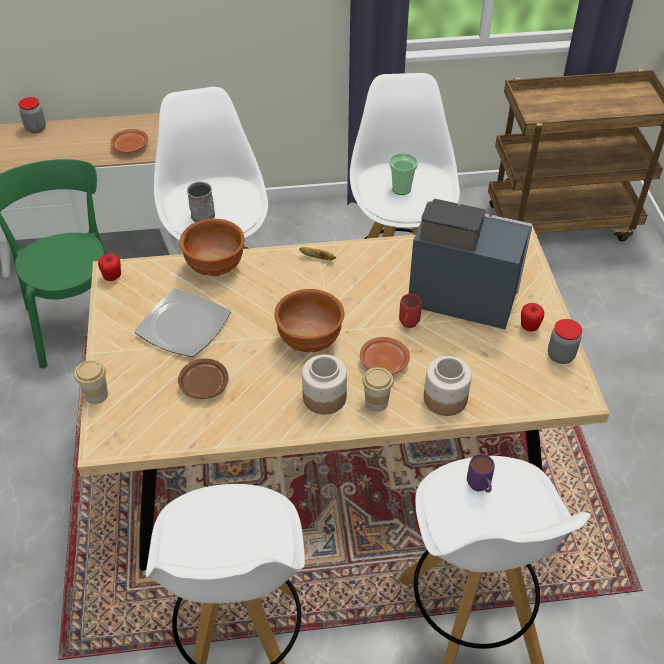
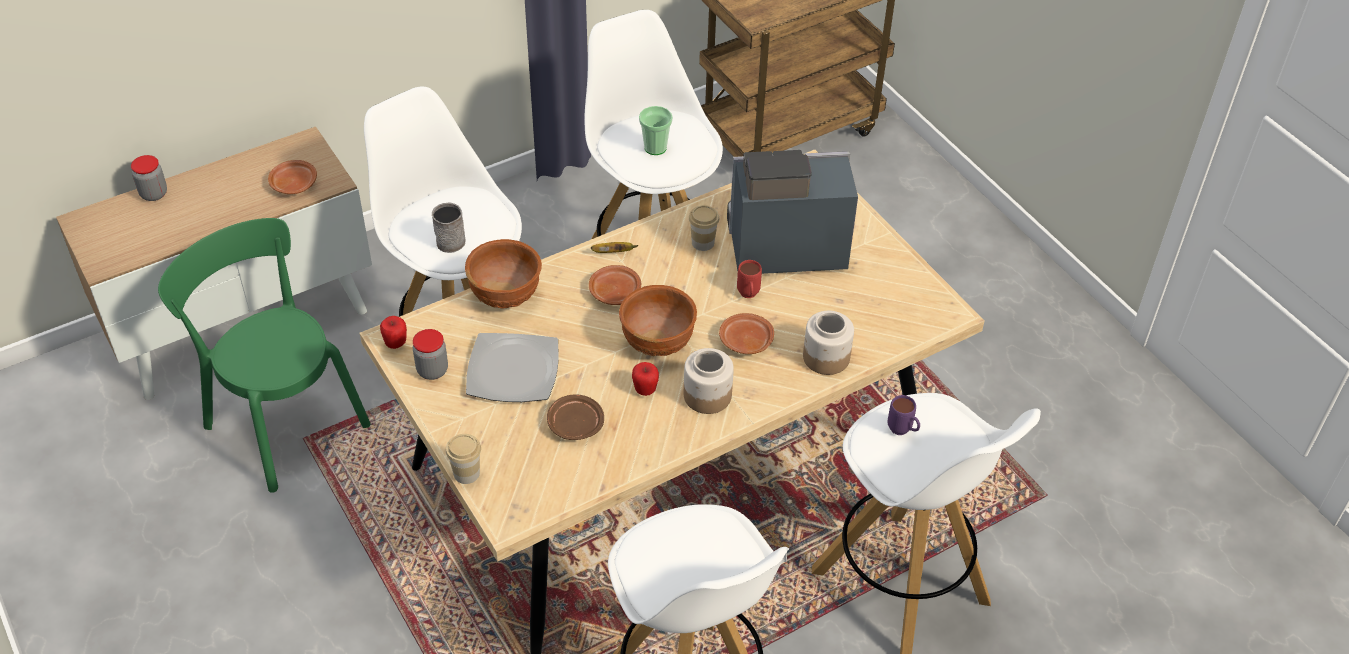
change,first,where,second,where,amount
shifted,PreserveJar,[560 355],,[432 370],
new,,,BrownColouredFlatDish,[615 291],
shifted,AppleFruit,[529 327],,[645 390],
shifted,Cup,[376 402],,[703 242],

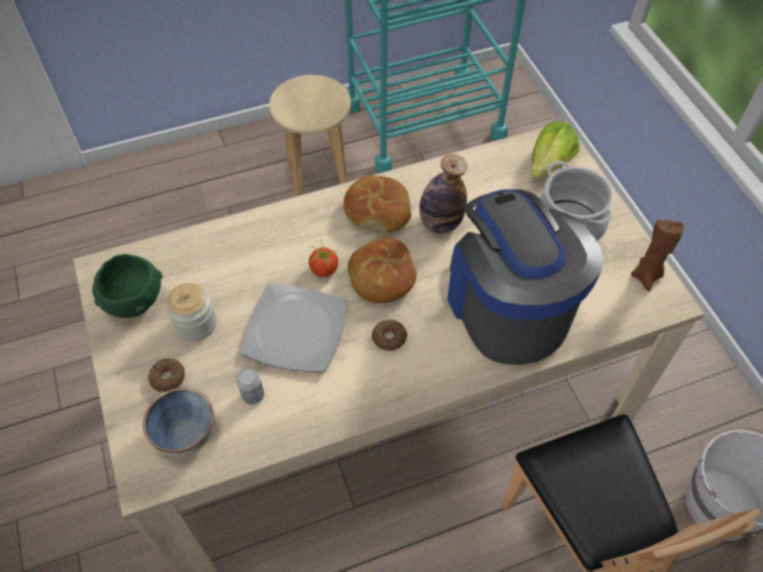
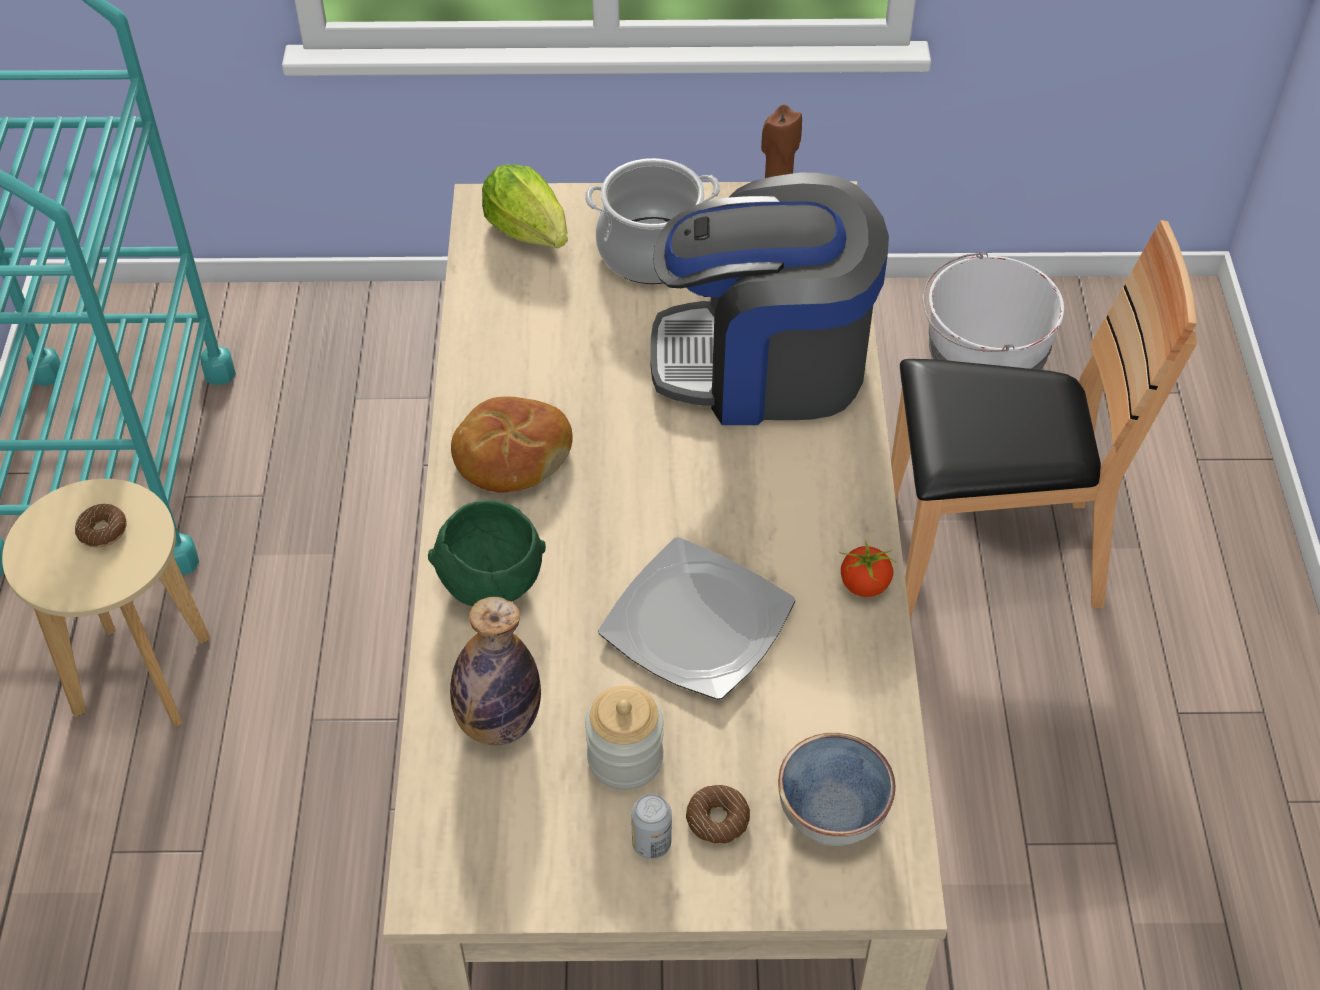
change,first,where,second,where,amount
shifted,RingDoughnut,[389 338],,[103 531],
shifted,GreenDeepDish,[134 302],,[492 584],
shifted,BeverageBottle,[440 223],,[498 722],
shifted,Can,[253 395],,[651 843],
shifted,Tomato,[324 269],,[864 585],
gone,BakeryBread,[381 277],,,

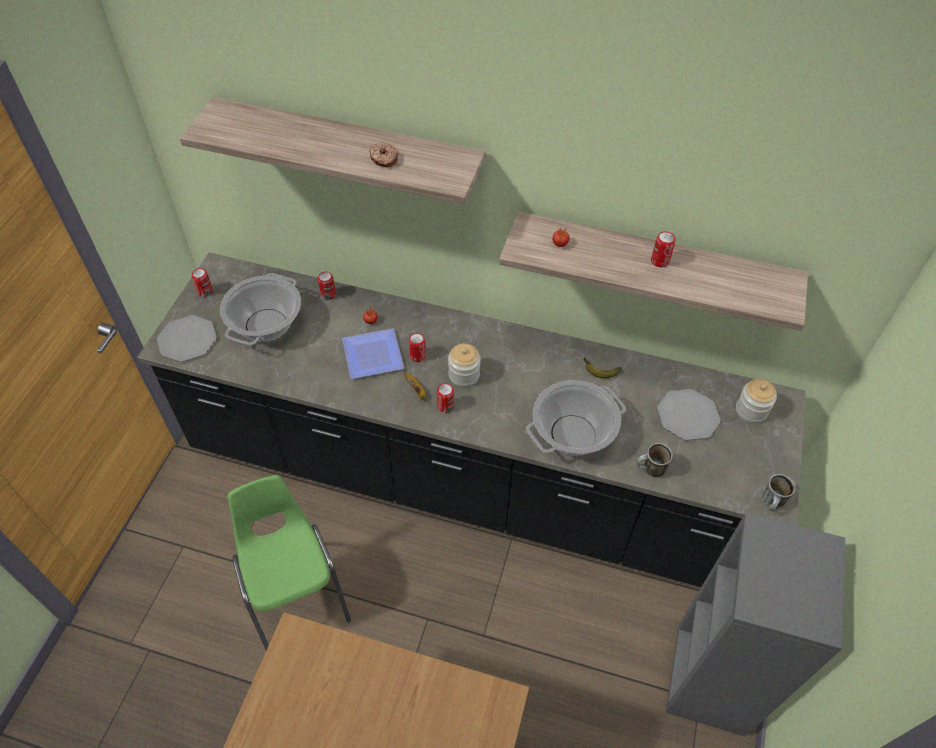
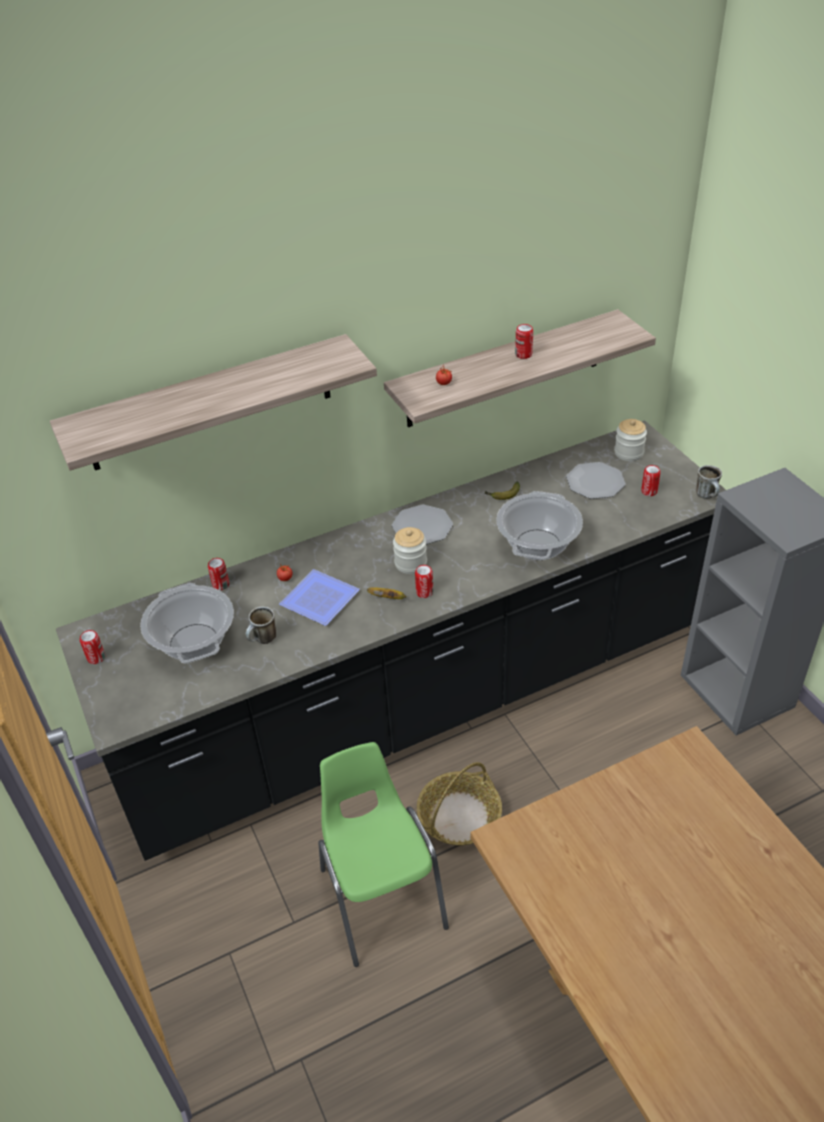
change,first,where,second,where,amount
shifted,Mug,[650 471],,[263 640],
rotated,GreenChair,[296 594],,[381 897],45 degrees clockwise
shifted,FlatDish,[187 339],,[422 526],
new,,,HouseholdBasket,[459 816],
shifted,Can,[417 356],,[649 491],
gone,RingDoughnut,[383 159],,,

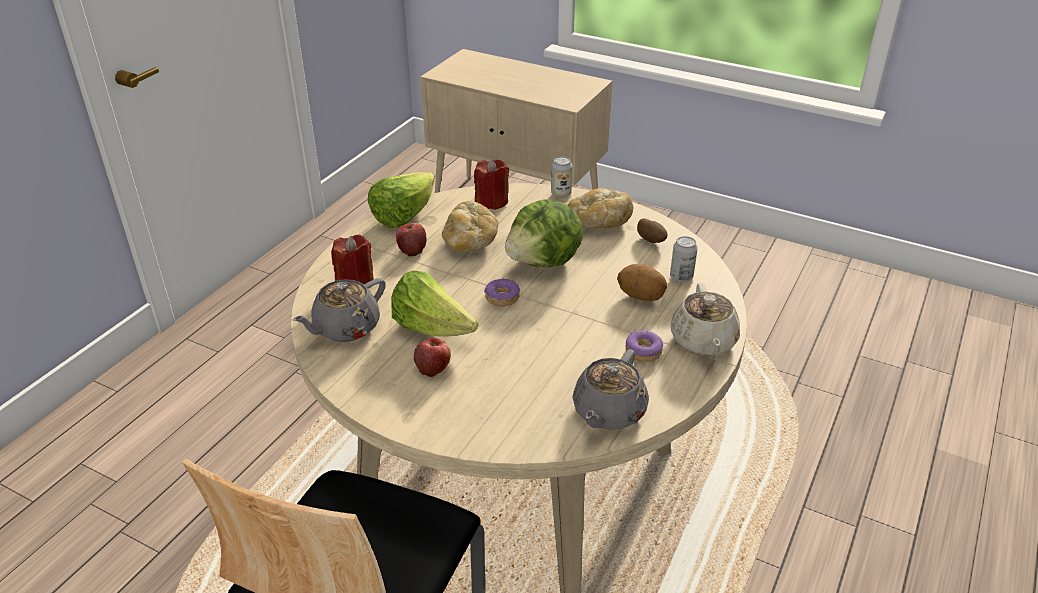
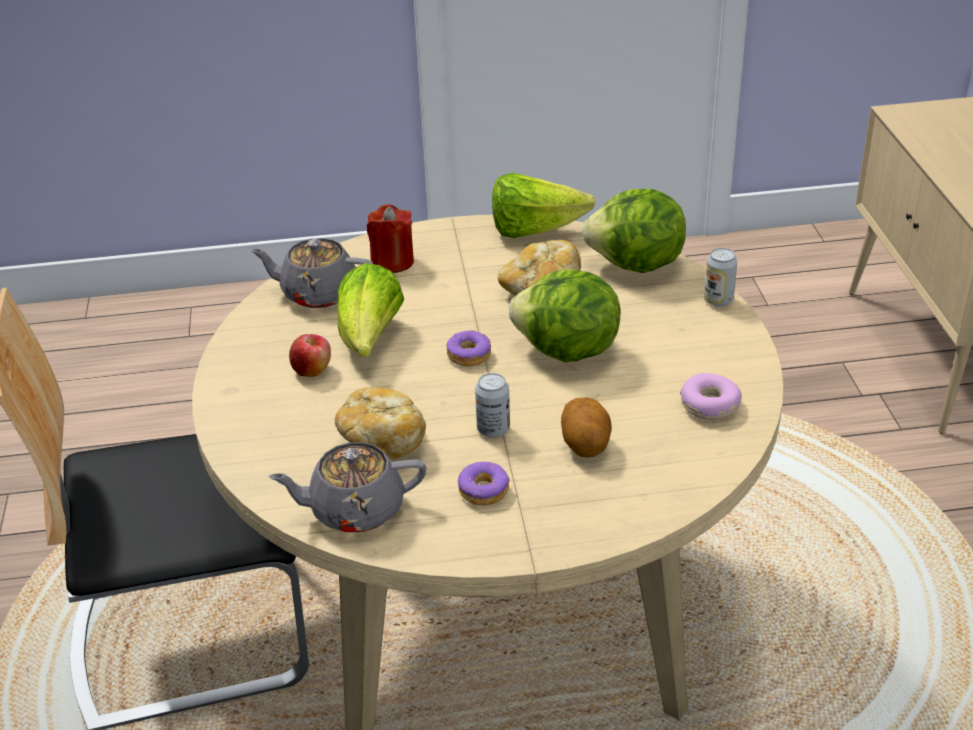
change,first,where,second,where,amount
shifted,BakeryBread,[598 223],,[382 439],
shifted,Can,[681 277],,[493 429],
swapped,RedCandle,[492 201],LettuceHead,[636 265],
swapped,WholePotato,[651 241],RingDoughnut,[709 405],
gone,AppleFruit,[412 249],,,
gone,BeigeColouredTeapot,[703 341],,,

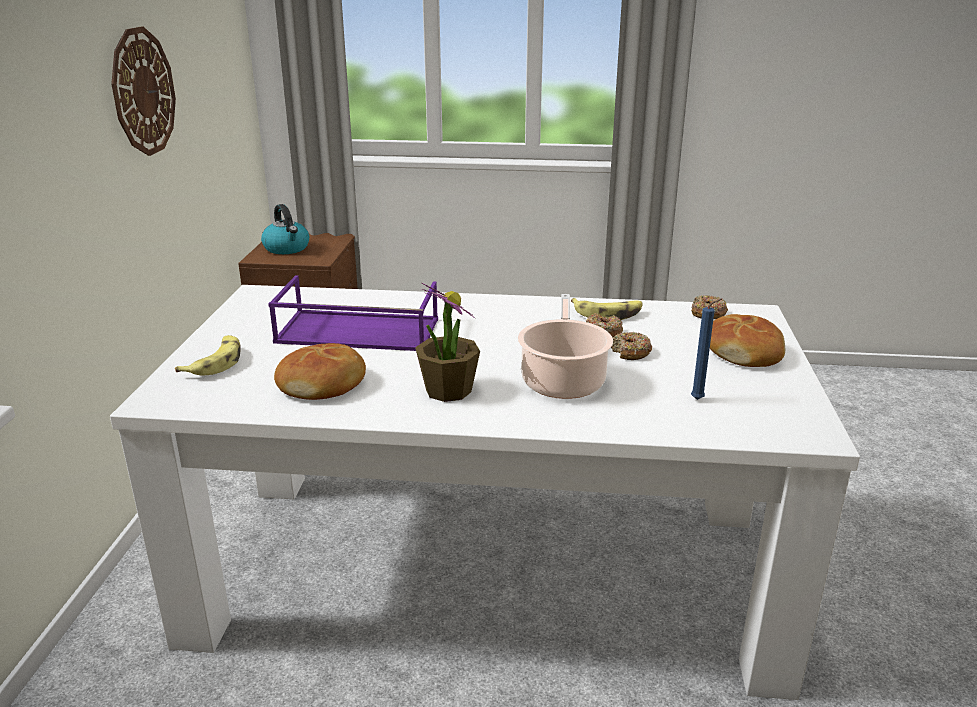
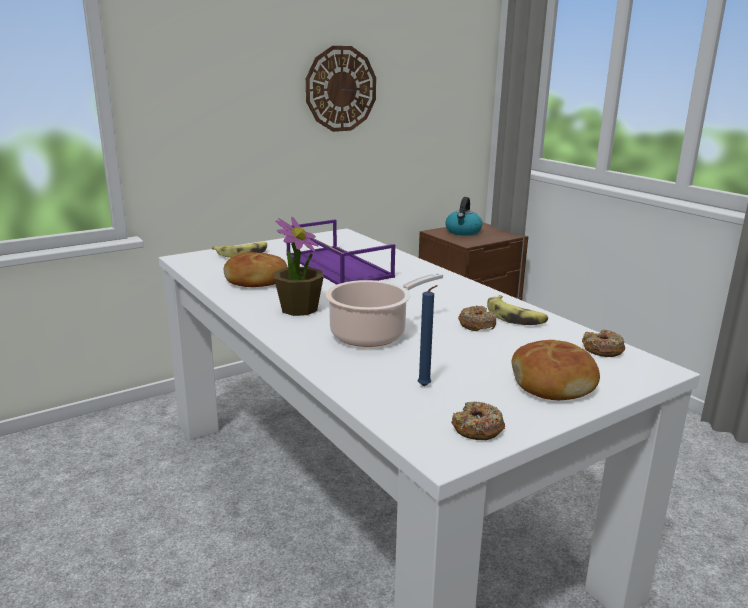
change,first,where,second,where,amount
shifted,RingDoughnut,[630 352],,[477 429],

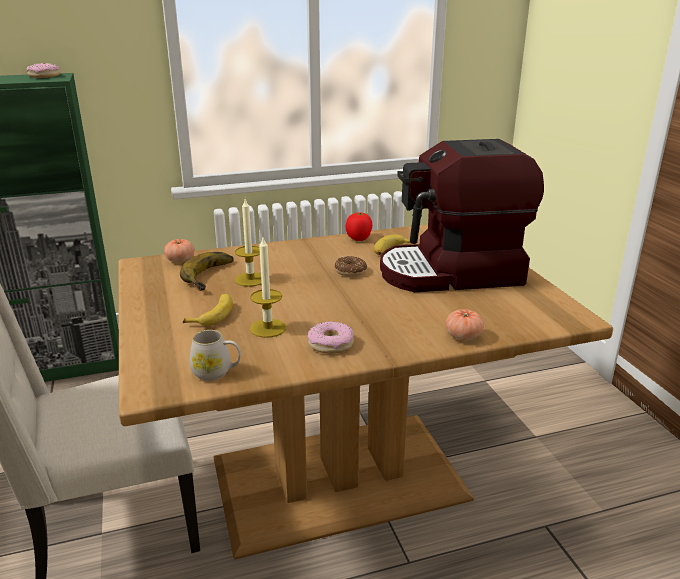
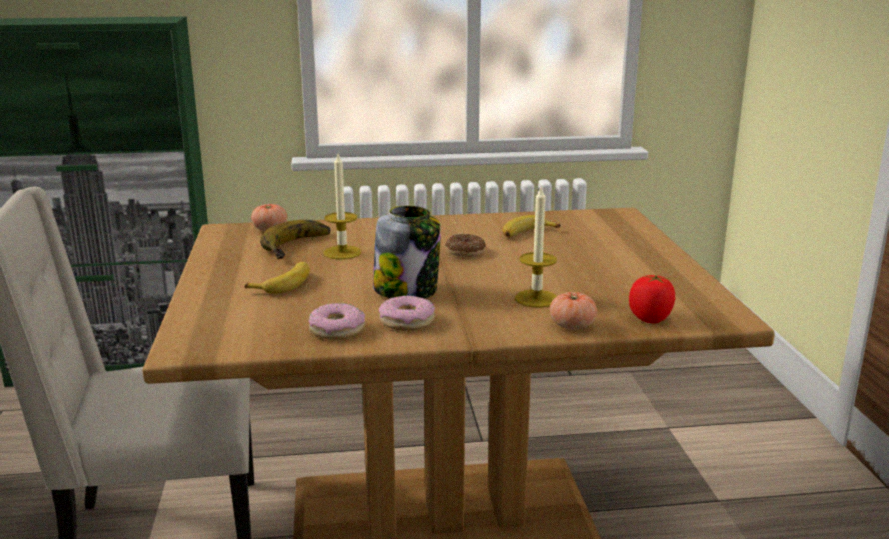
change,first,where,second,where,amount
shifted,RingDoughnut,[44 76],,[337 330],
new,,,PreserveJar,[407 290],
shifted,Candle,[268 328],,[536 298],
shifted,Tomato,[358 239],,[650 319],
gone,WhiteMug,[216 372],,,
gone,CoffeeBrewer,[452 273],,,

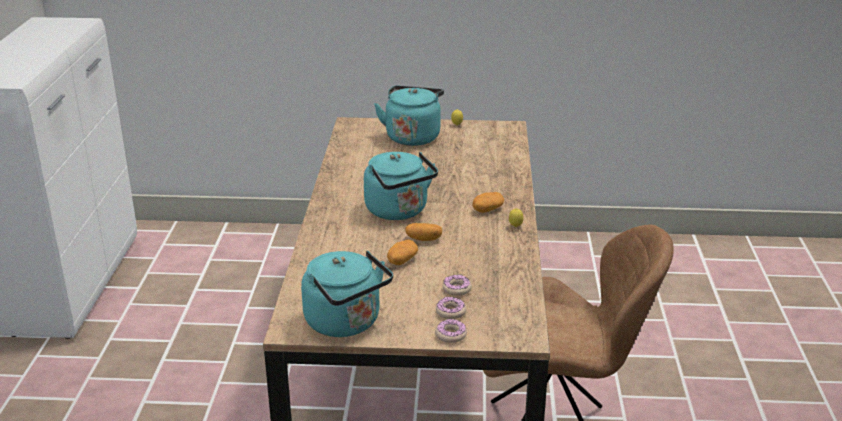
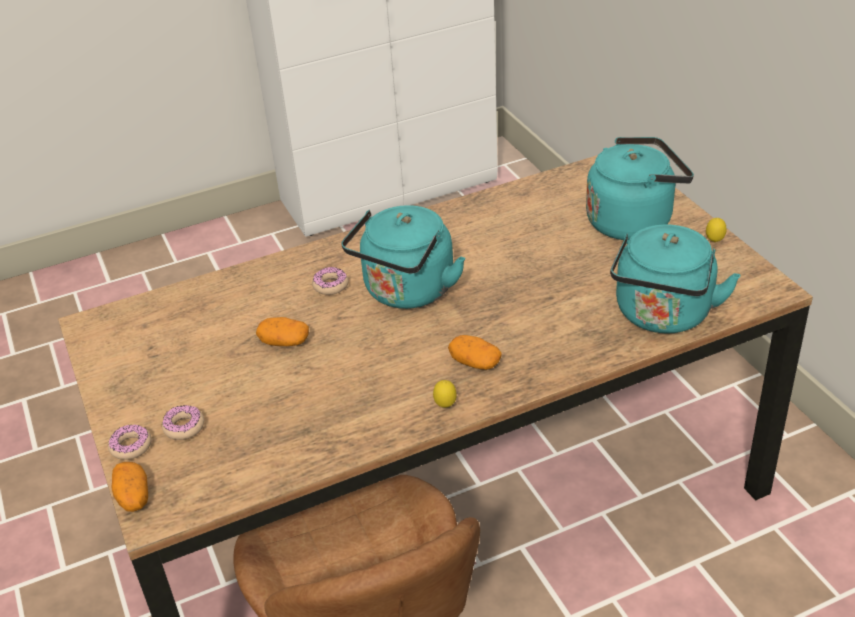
change,first,where,second,where,amount
shifted,WholePotato,[423 239],,[133 497],
shifted,RingDoughnut,[457 289],,[330 285],
shifted,TurquoiseColouredKettle,[346 323],,[663 316],

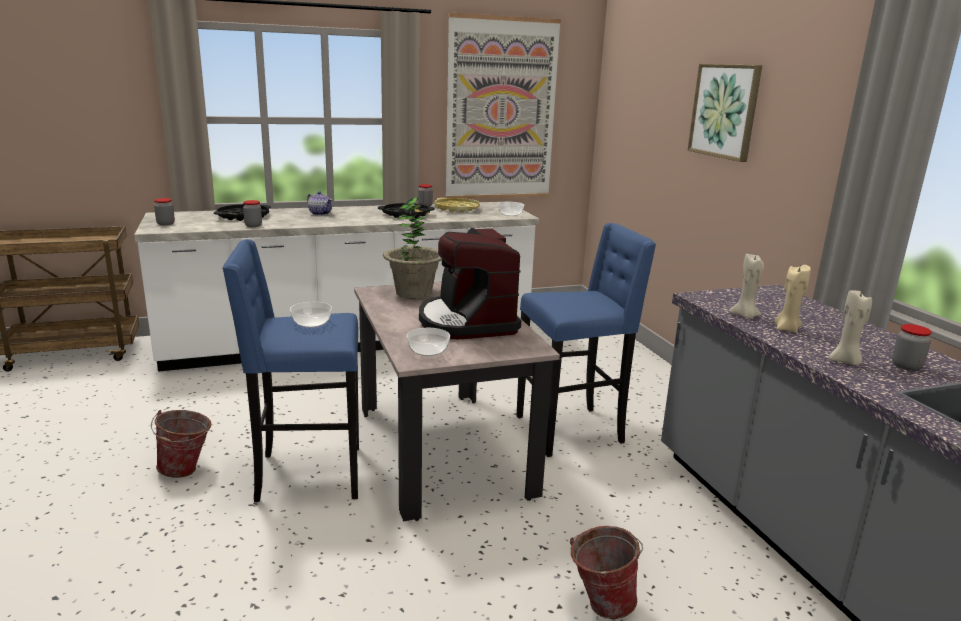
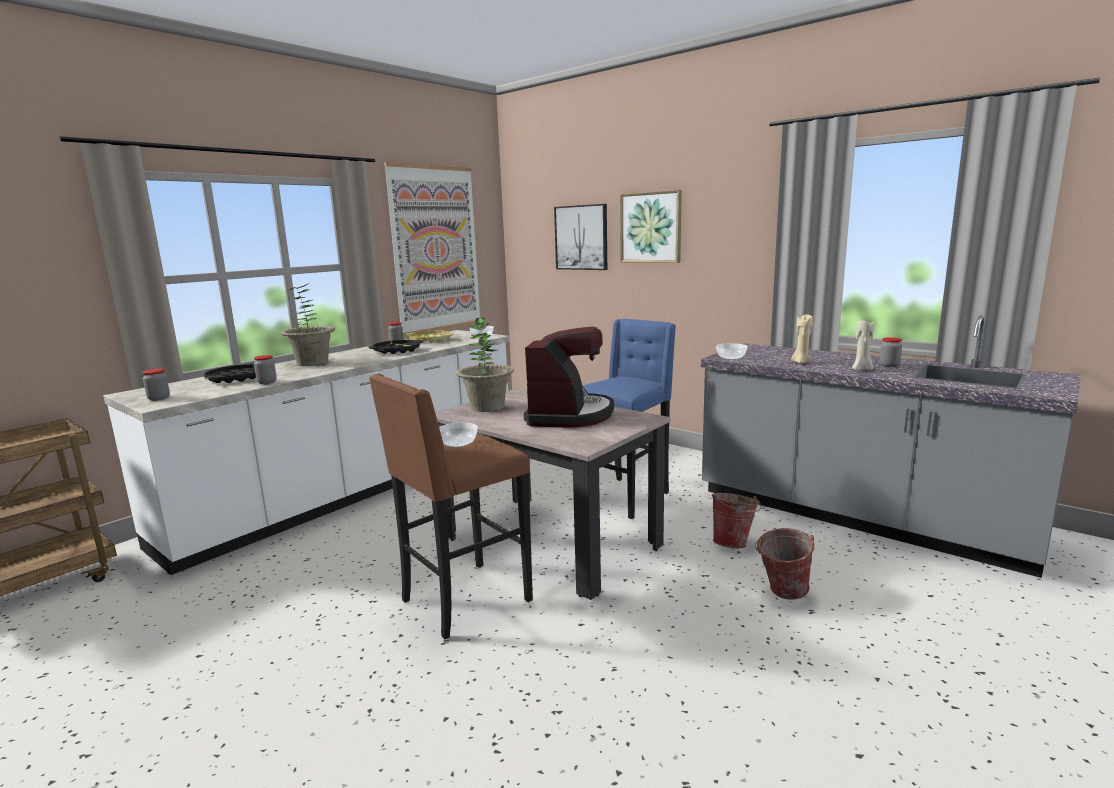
change,first,where,second,where,amount
swapped,Teapot,[320 213],PottedPlant,[312 363],
repainted,BlueSittingStool,[306 475],BrownColouredSittingStool,[463 601],
rotated,CoffeeBrewer,[467 322],,[569 415],120 degrees counterclockwise
new,,,WallArt,[581 237],
shifted,Bucket,[187 470],,[734 543],
shifted,DeepDish,[428 351],,[731 357],
gone,BeigeColouredCandle,[745 316],,,

